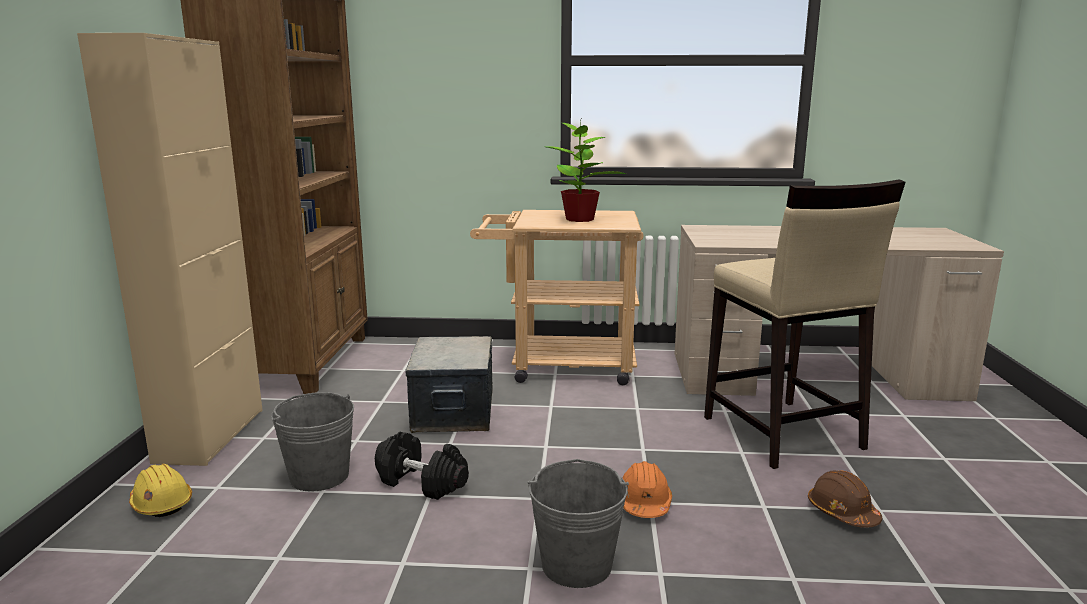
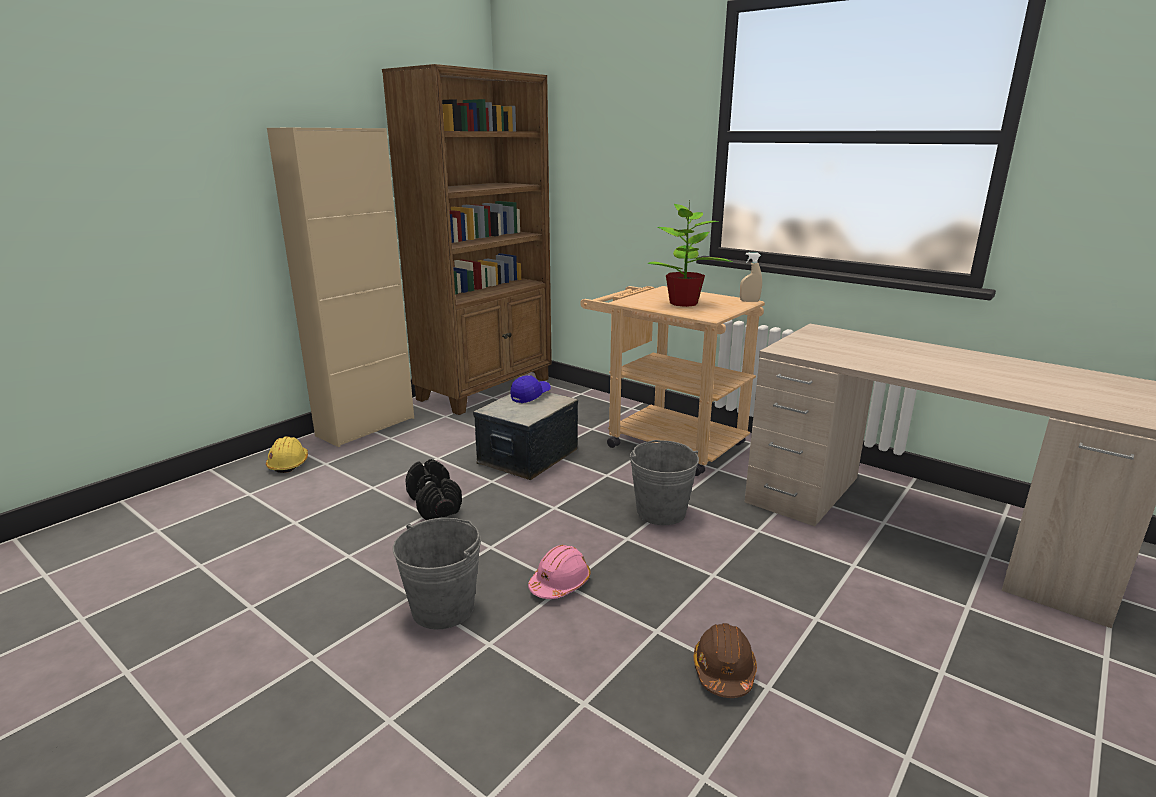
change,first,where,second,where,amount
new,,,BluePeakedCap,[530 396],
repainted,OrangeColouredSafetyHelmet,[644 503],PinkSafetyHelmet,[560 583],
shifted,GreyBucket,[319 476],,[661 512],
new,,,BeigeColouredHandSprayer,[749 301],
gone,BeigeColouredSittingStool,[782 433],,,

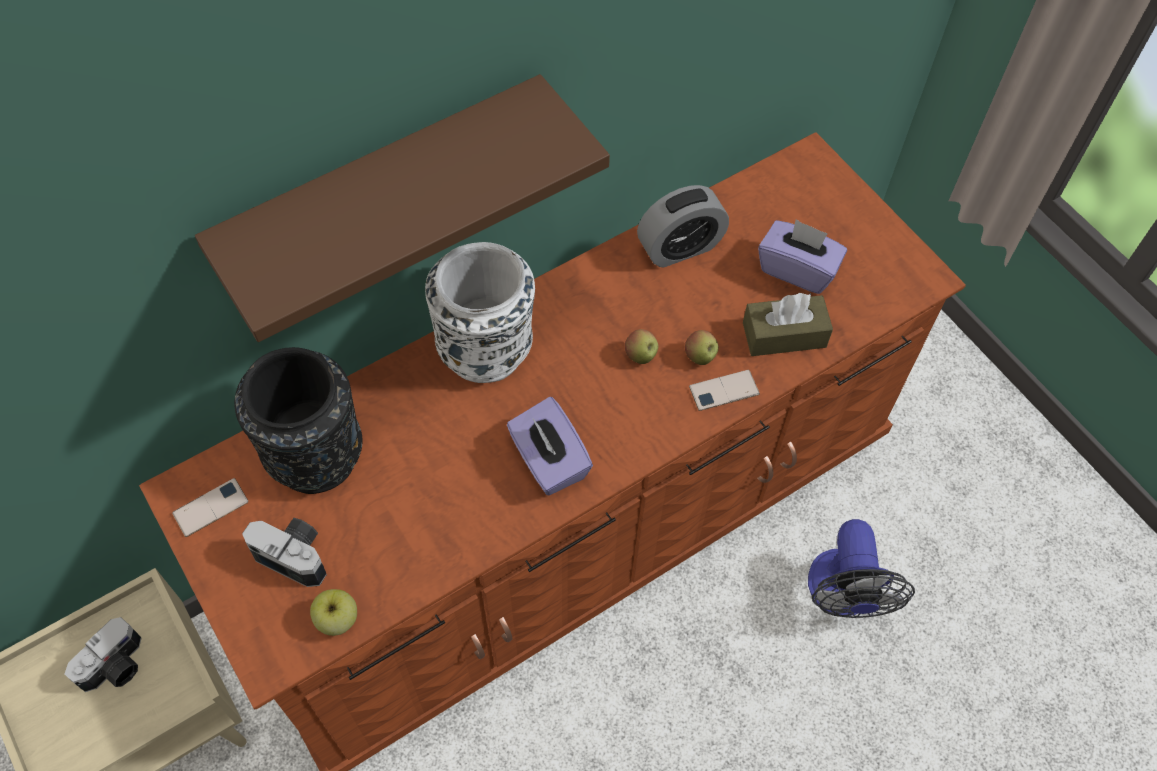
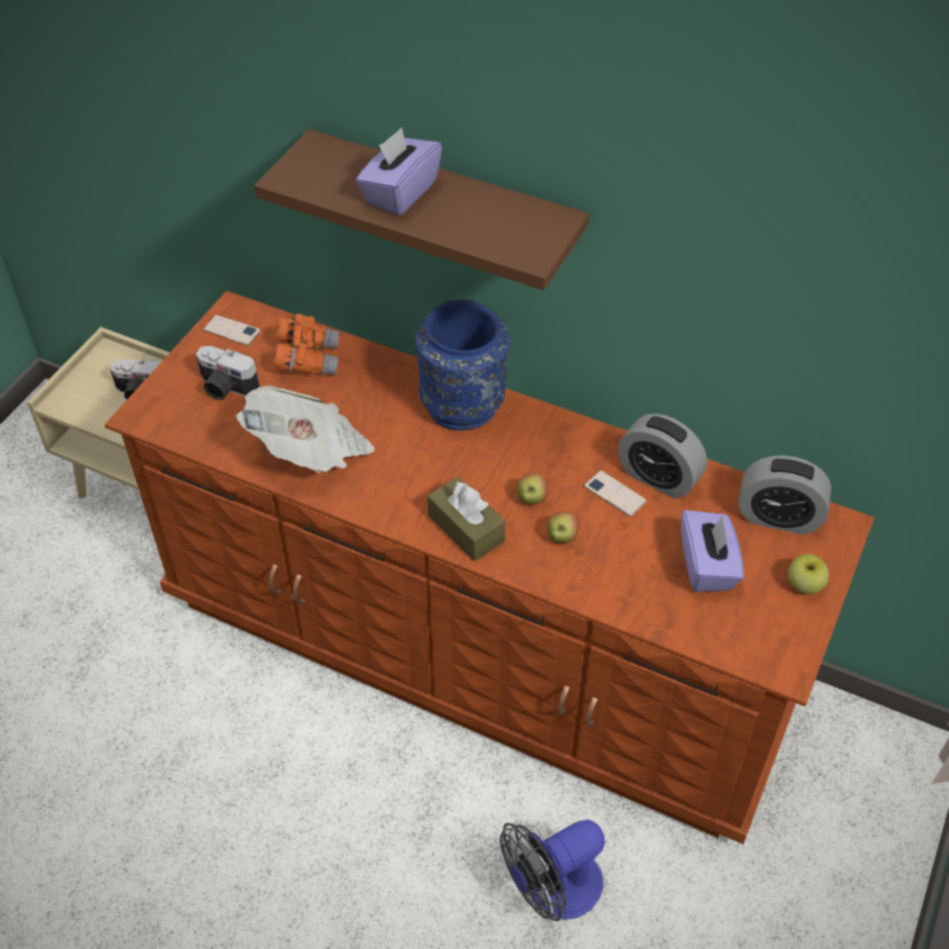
change,first,where,second,where,amount
rotated,StillCamera,[295 554],,[225 388],120 degrees clockwise
new,,,DailyPaper,[310 451],
swapped,BlackColouredDecorativeVase,[314 454],OrangeColouredPairOfBinoculars,[307 359],
shifted,PurplishBoxOfTissues,[549 461],,[400 193],
repainted,WhiteDecorativeVase,[487 349],BlueDecorativeVase,[463 406],
shifted,BrownColouredBoxOfTissues,[784 335],,[466 528],
shifted,Handset,[724 390],,[615 494],
new,,,TableClock,[778 517],
shifted,AppleFruit,[337 619],,[804 585],

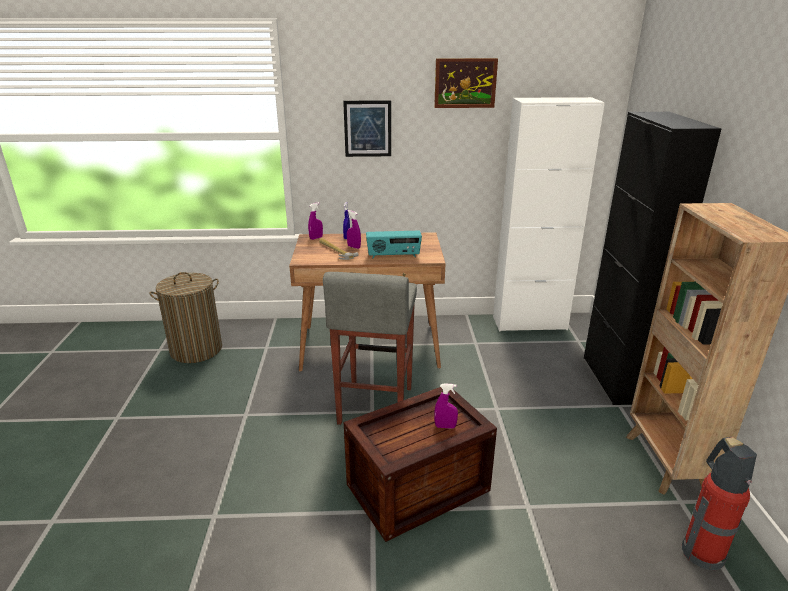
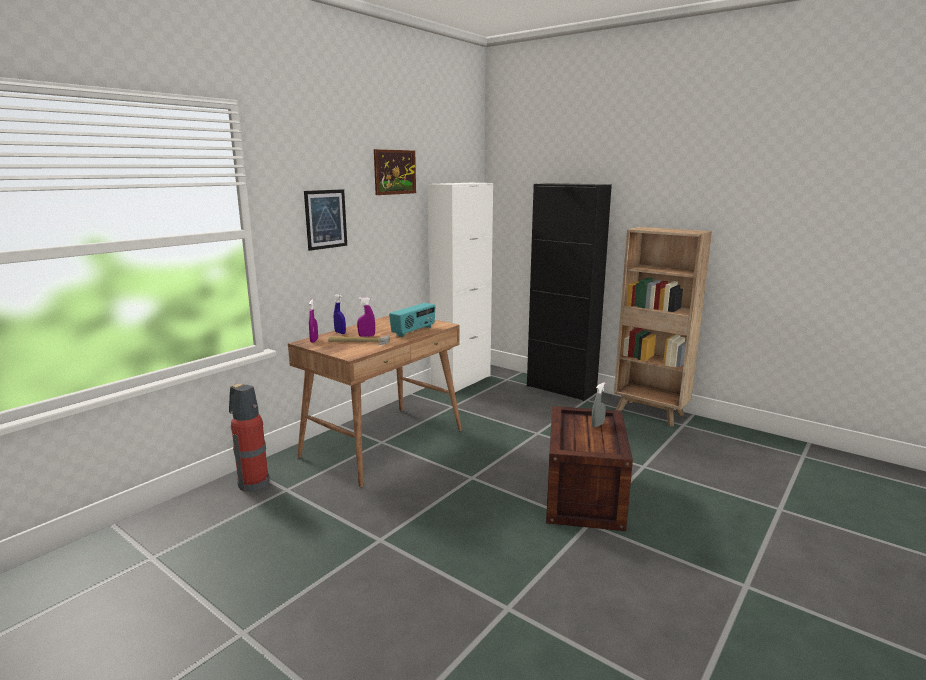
change,first,where,second,where,amount
shifted,FireExtinguisher,[701 551],,[252 482],
repainted,PurplishHandSprayer,[445 426],GreyHandSprayer,[597 425],
gone,LaundryBasket,[196 349],,,
gone,GreySittingStool,[374 406],,,

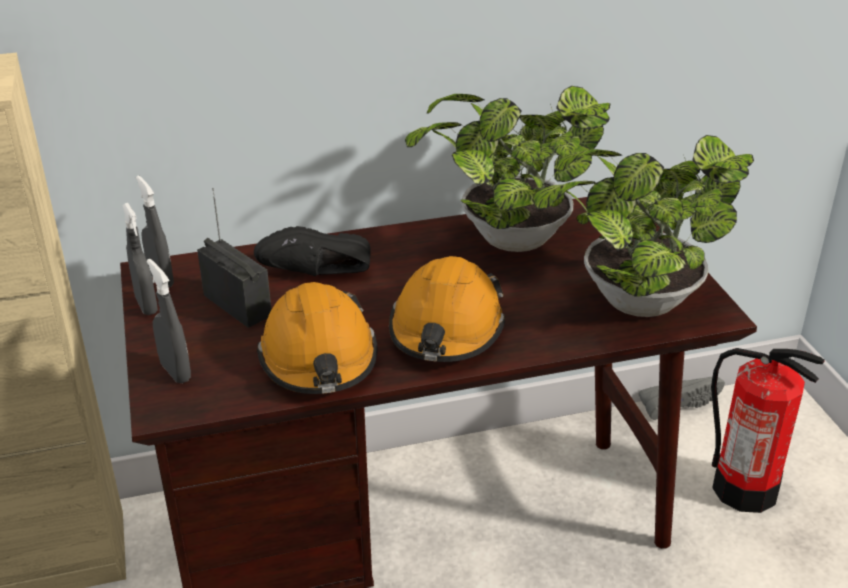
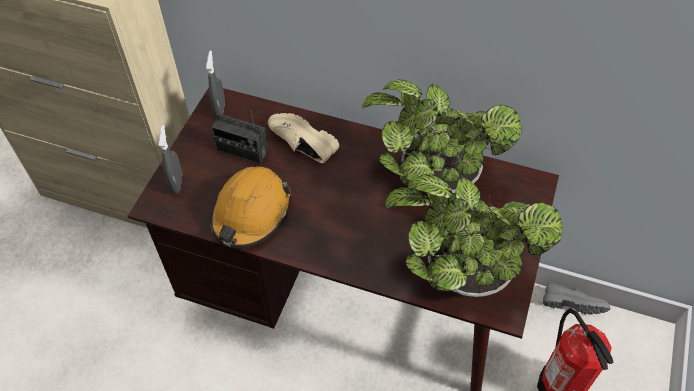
change,first,where,second,where,amount
rotated,RadioReceiver,[237 305],,[242 150],120 degrees clockwise
repainted,BlackColouredShoe,[317 275],BeigeColouredShoe,[301 149],
gone,GreyHandSprayer,[146 306],,,
gone,OrangeColouredSafetyHelmet,[446 330],,,

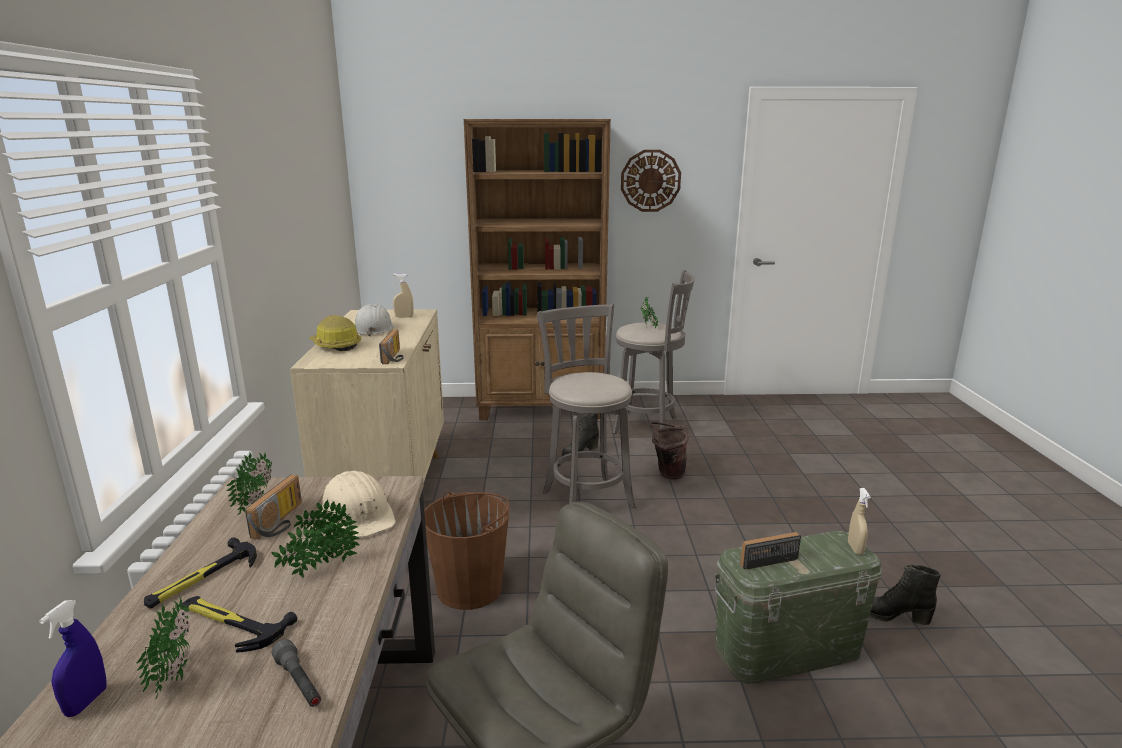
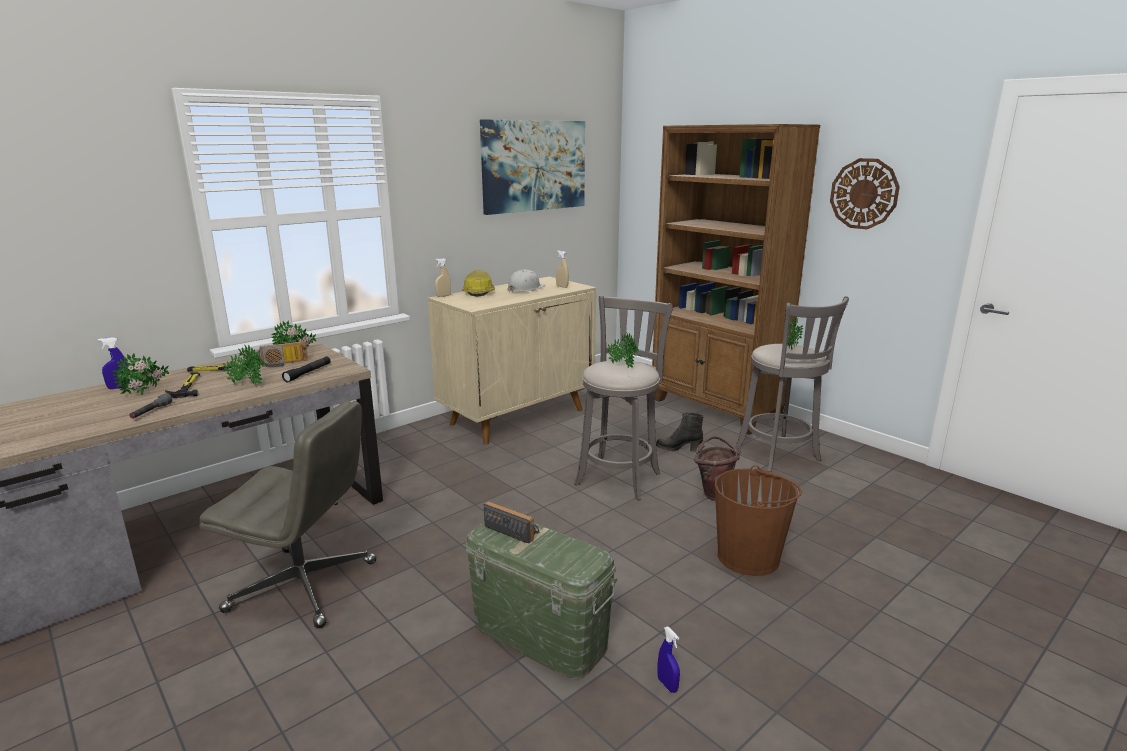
change,first,where,second,where,amount
swapped,BeigeColouredSafetyHelmet,[358 514],BlackColouredHandTorch,[308 373],
shifted,BeigeColouredHandSprayer,[855 548],,[443 296],
new,,,WallArt,[534 166],
new,,,PottedPlant,[622 366],
swapped,BlackColouredTallBoot,[893 616],BlueHandSprayer,[667 685],
shifted,BrownColouredBucket,[470 588],,[748 557],
gone,RadioReceiver,[395 357],,,

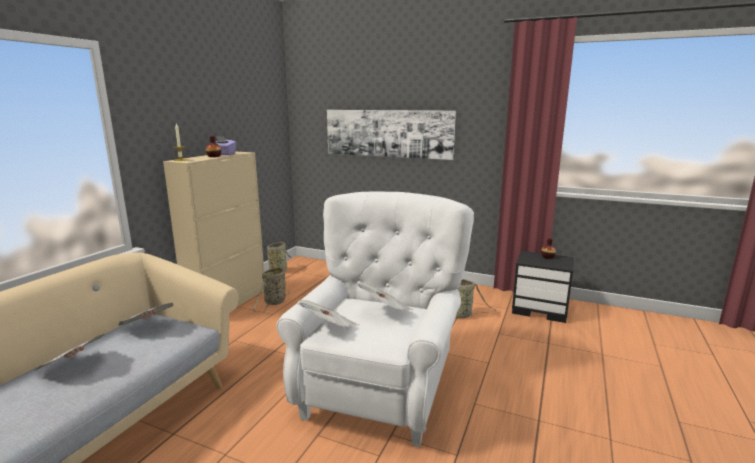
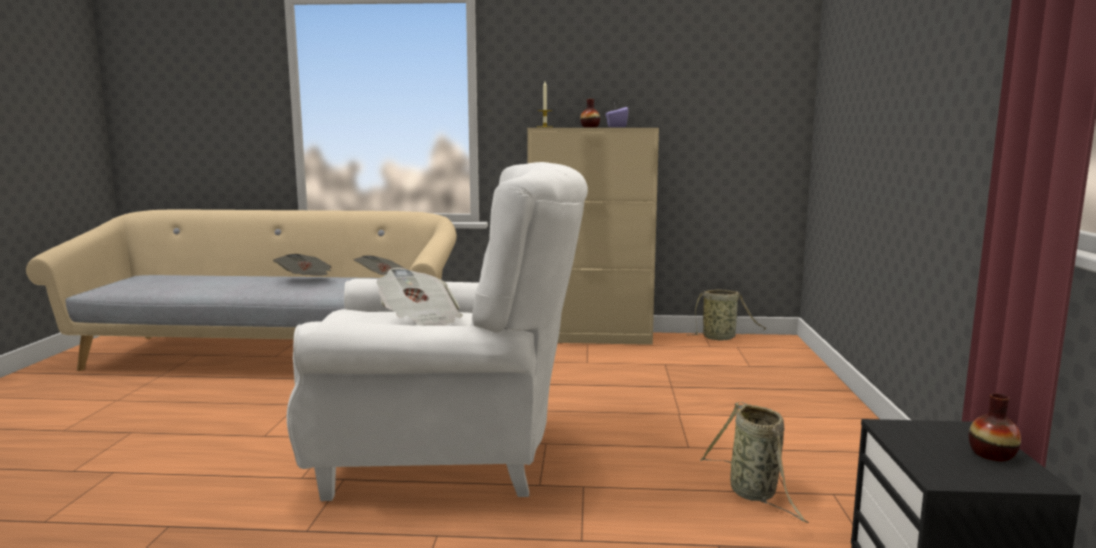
change,first,where,second,where,amount
gone,HouseholdBasket,[274 303],,,
gone,DailyPaper,[329 328],,,
gone,WallArt,[388 133],,,

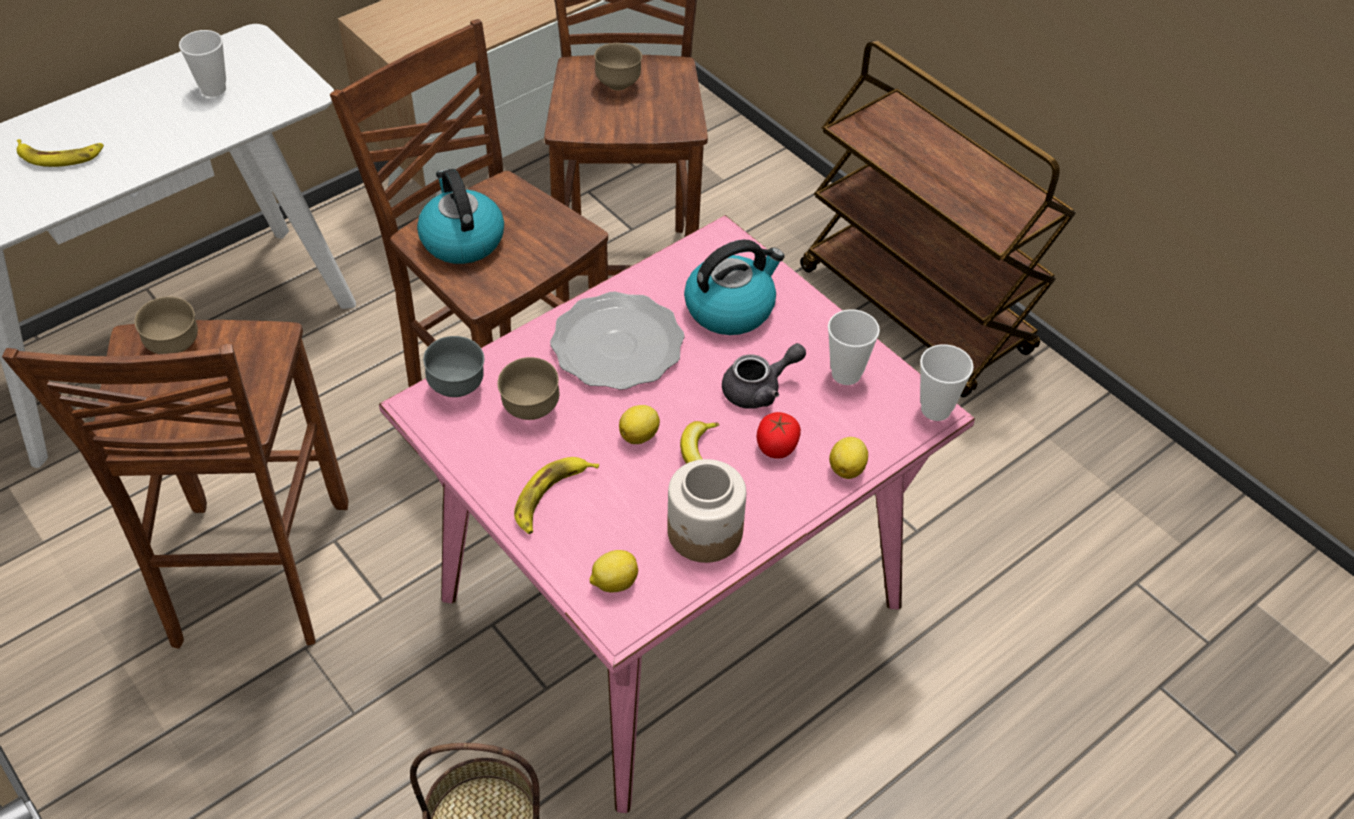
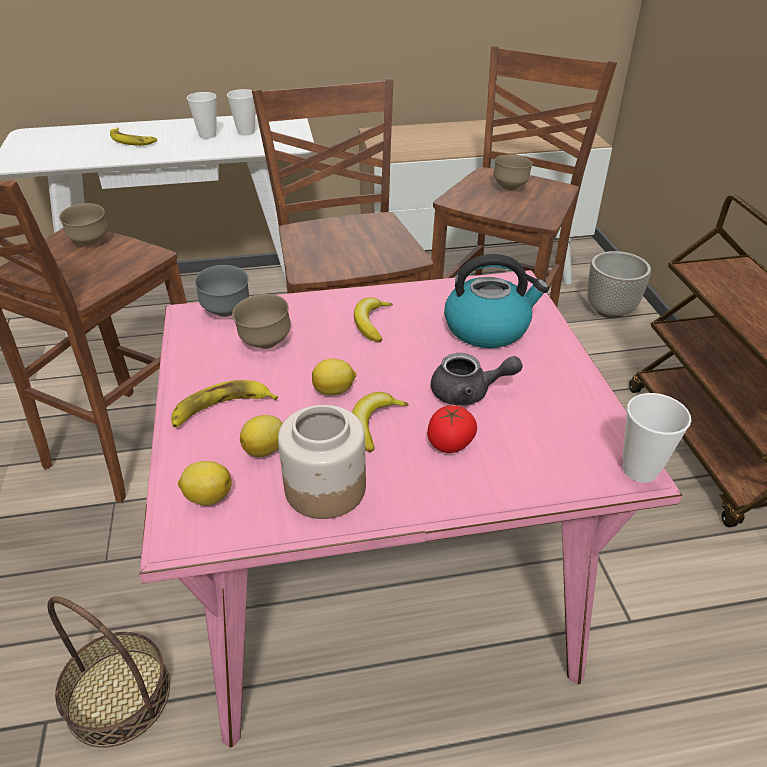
change,first,where,second,where,amount
shifted,Cup,[846 374],,[207 135],
shifted,Lemon,[847 468],,[266 449],
swapped,FlatDish,[616 345],Banana,[371 323],
new,,,PlantPot,[610 310],
gone,Kettle,[461 239],,,

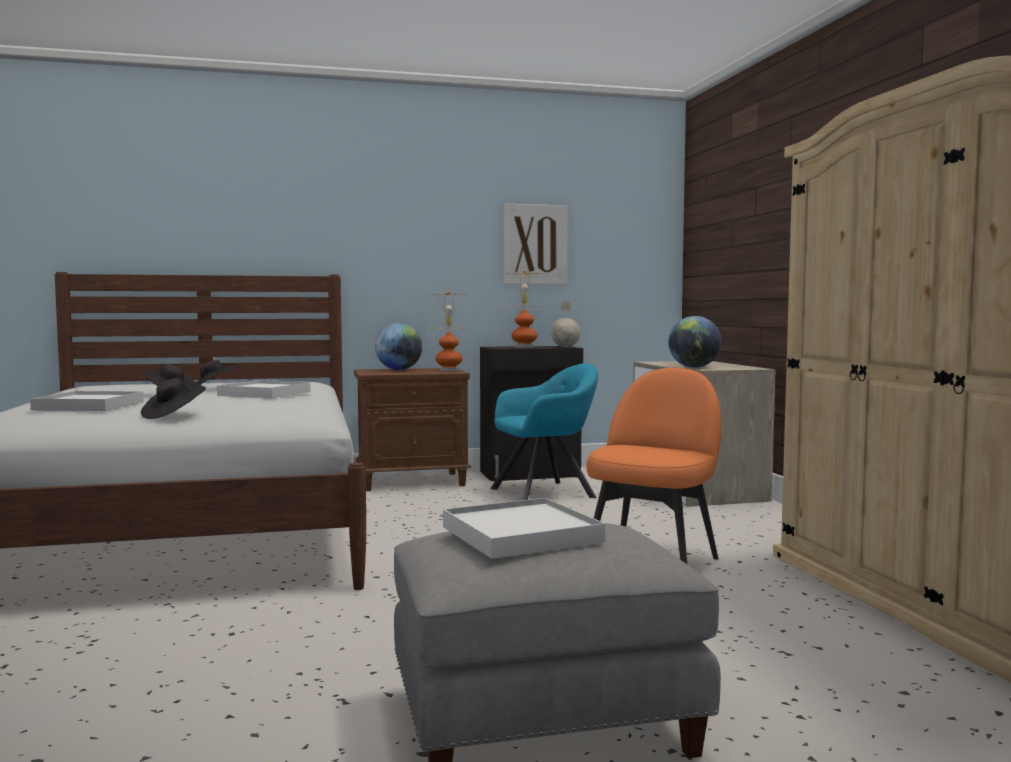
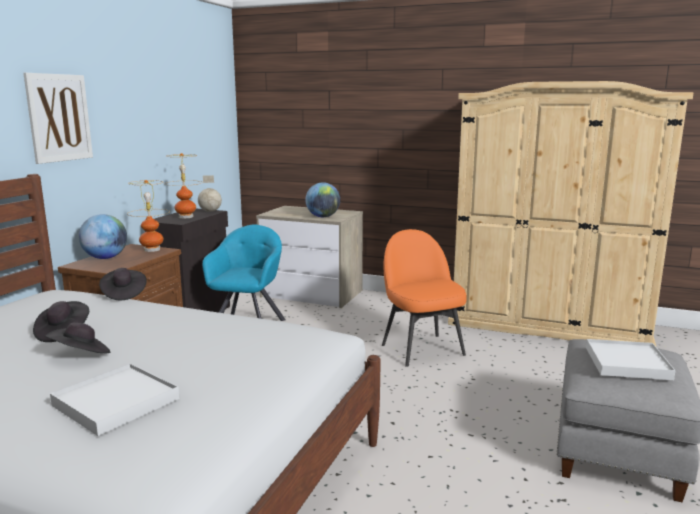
change,first,where,second,where,amount
shifted,WallArt,[535 244],,[59 118],
shifted,BlackColouredHat,[173 415],,[123 294],
gone,WhiteTray,[264 393],,,

